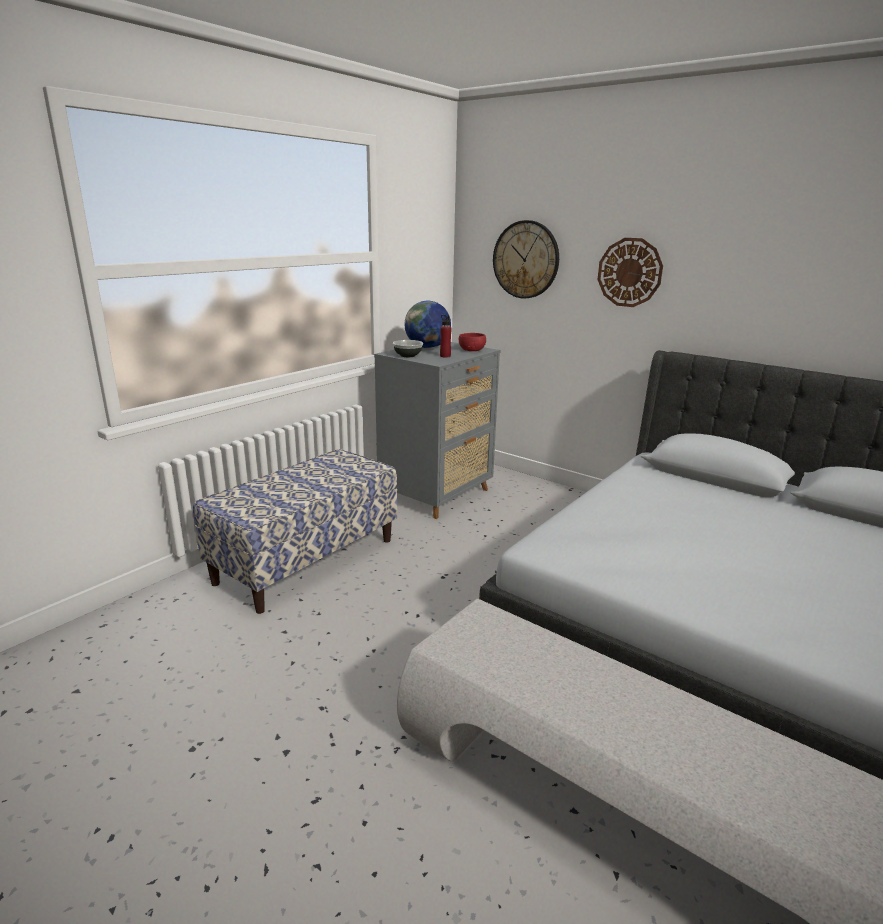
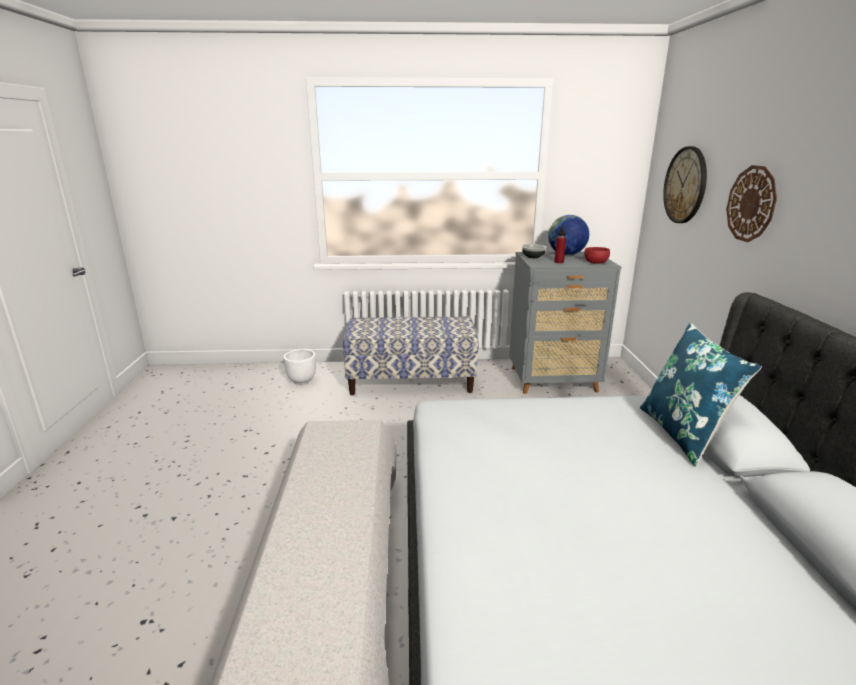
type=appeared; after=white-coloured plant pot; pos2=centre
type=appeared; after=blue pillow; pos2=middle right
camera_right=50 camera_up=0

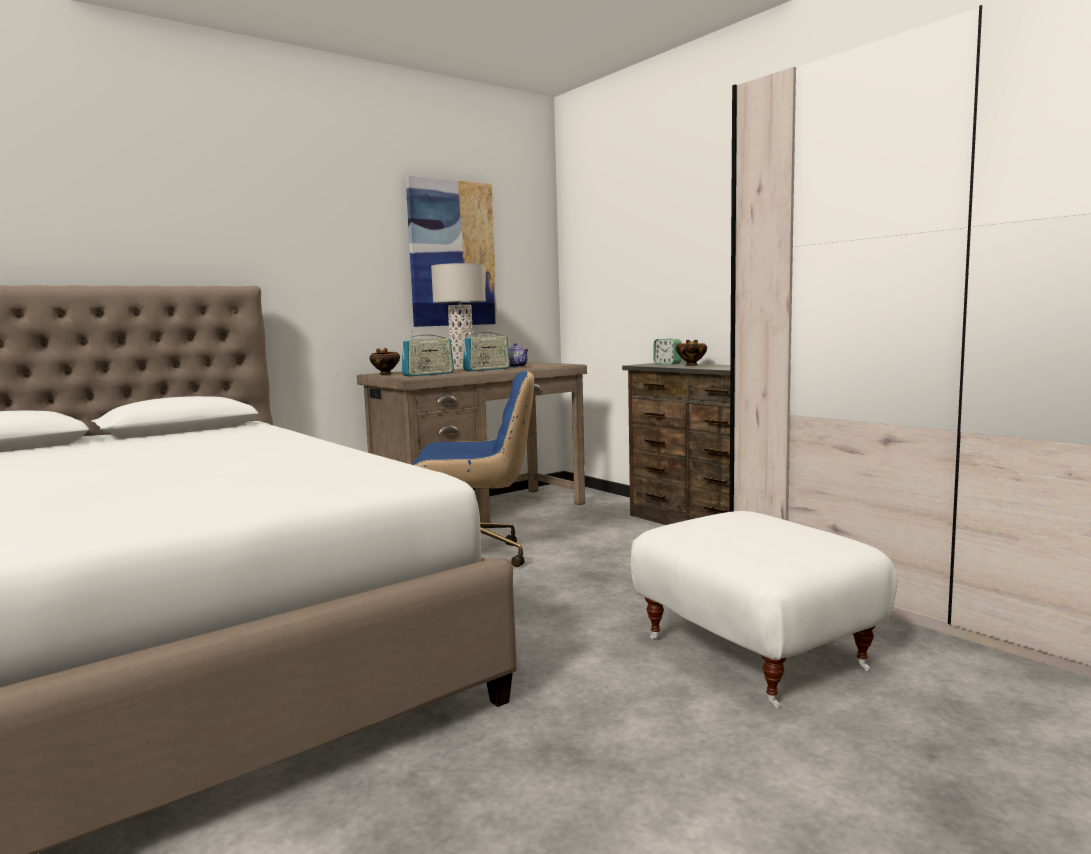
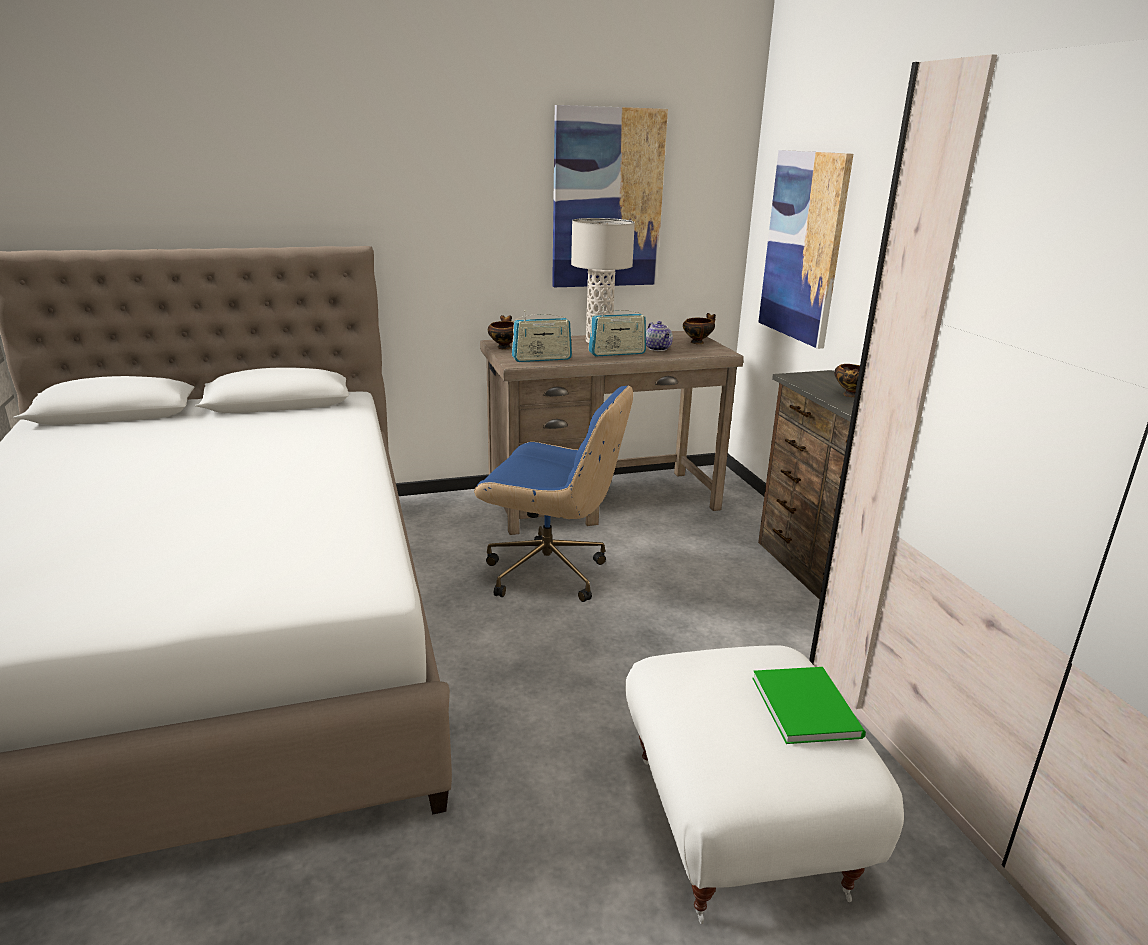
type=appeared; after=deep dish (no. 2 from left); pos2=centre
type=appeared; after=green book; pos2=bottom right
type=appeared; after=picture (no. 2 from left); pos2=top right
type=missing; before=table clock; pos1=centre
camera_right=20 camera_up=15

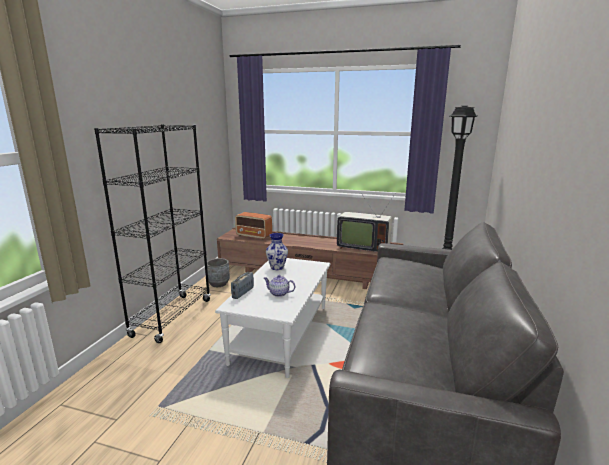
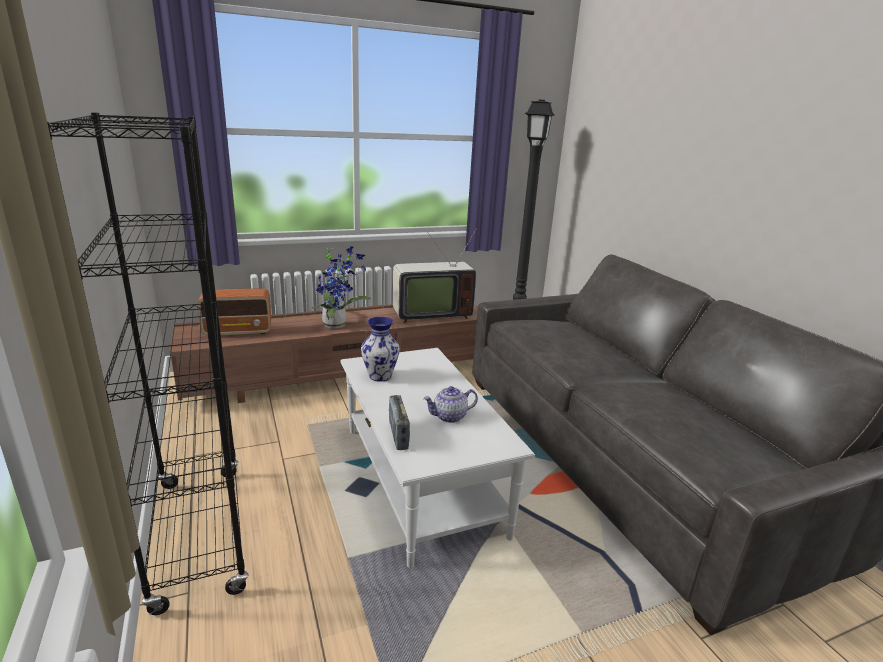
type=appeared; after=potted plant; pos2=centre
type=missing; before=gray plant pot; pos1=centre
camera_right=-40 camera_up=5

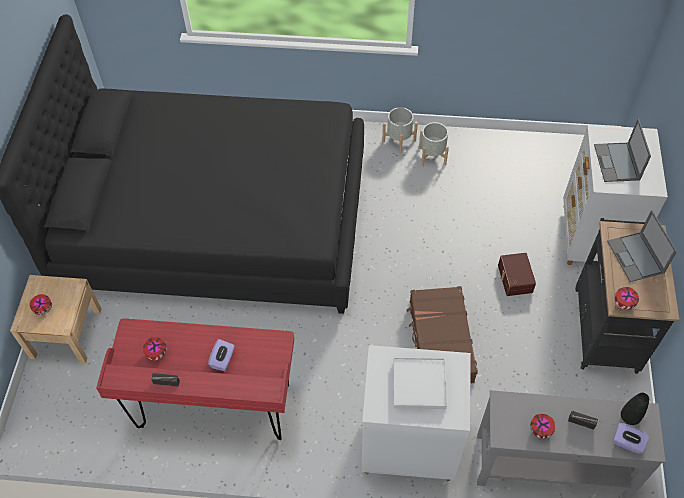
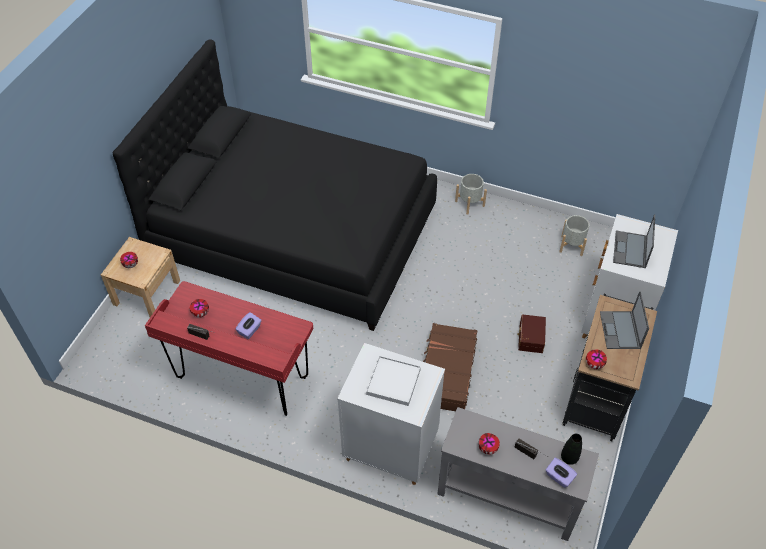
type=relocated; before=gray plant pot (no. 2 from left); pos1=top centre; pos2=middle right
camera_right=15 camera_up=-5

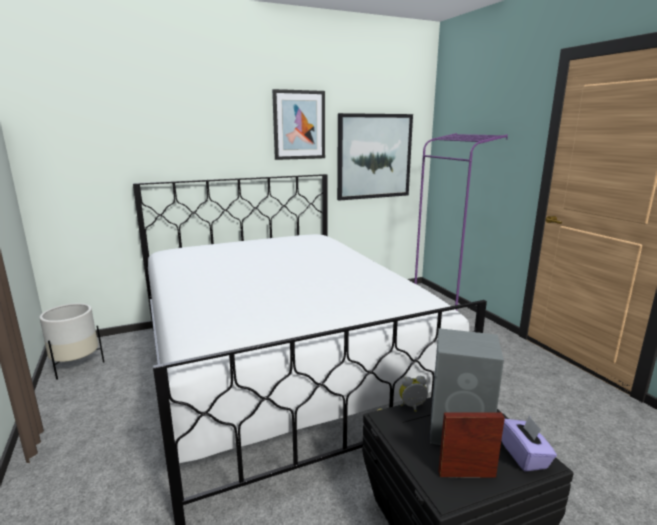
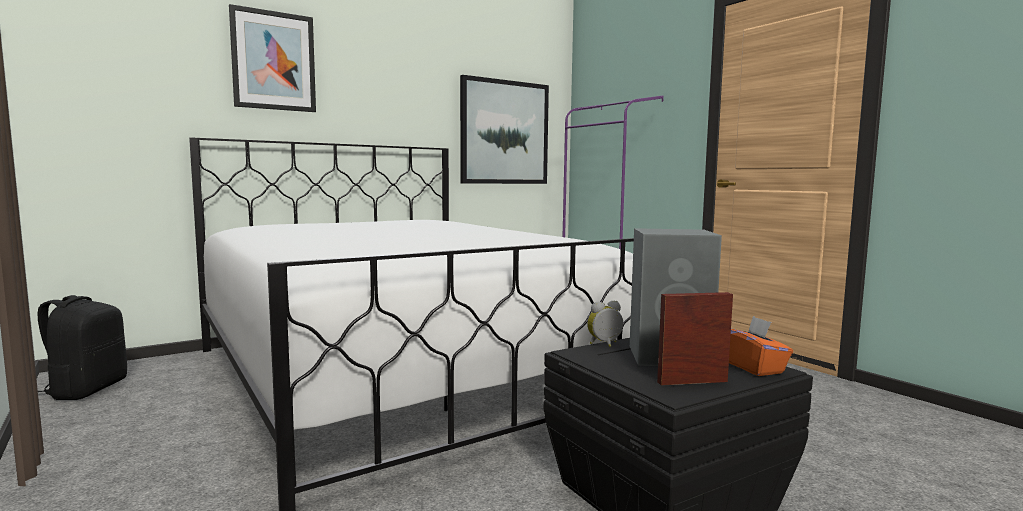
type=exchanged; before=white-coloured plant pot; after=blackish backpack; pos1=middle left; pos2=bottom left
type=relocated; before=picture (no. 1 from left); pos1=top centre; pos2=top left
type=colour; before=purple-coloured tissue holder; after=orange tissue holder; pos1=bottom right; pos2=bottom right
camera_right=-10 camera_up=-10

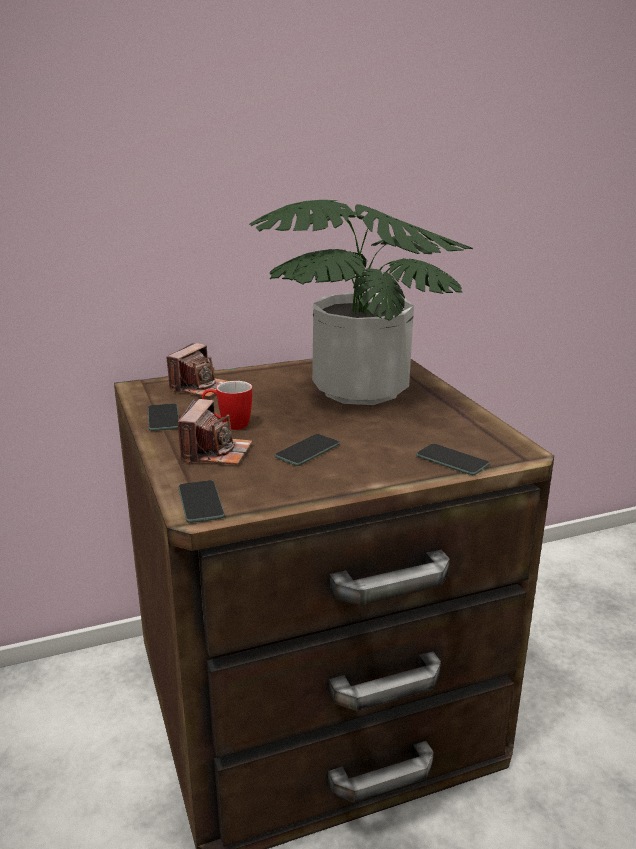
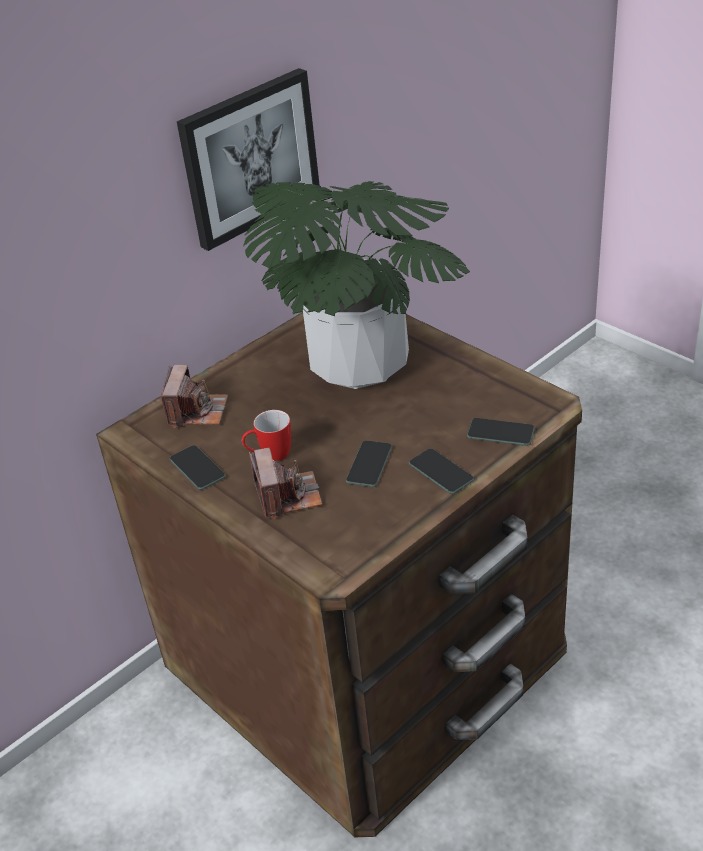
type=appeared; after=picture; pos2=top centre
type=relocated; before=telephone (no. 2 from left in the first image); after=telephone (no. 3 from left); pos1=middle left; pos2=centre
camera_right=-20 camera_up=15

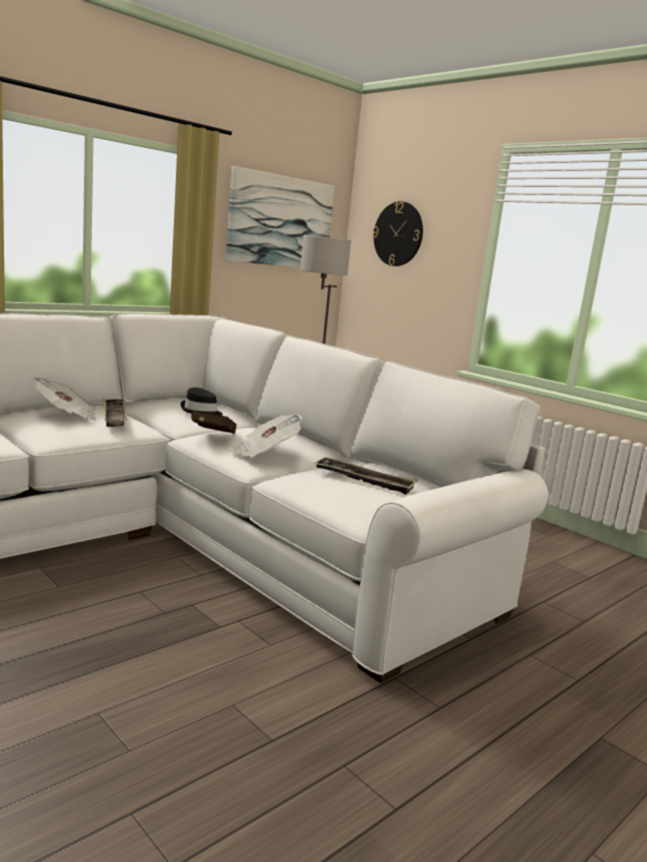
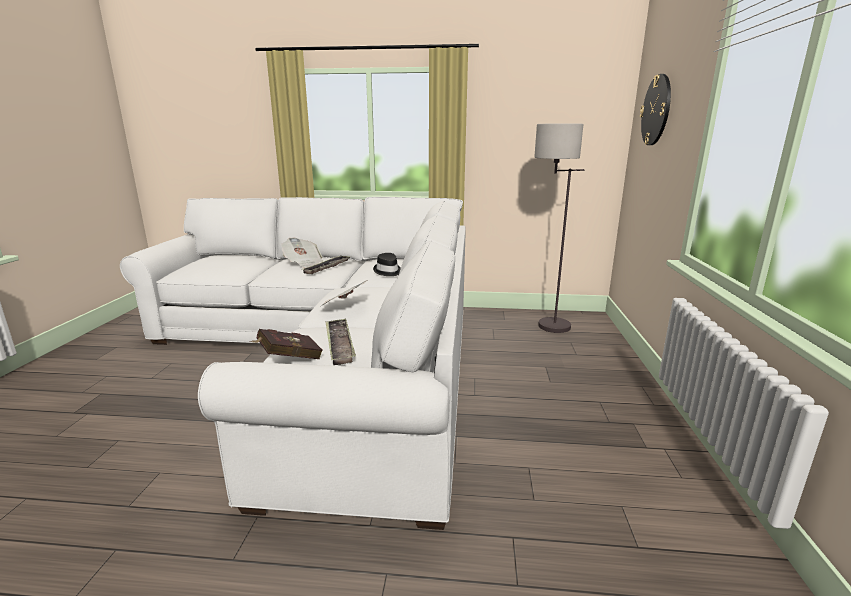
type=relocated; before=red-coloured book; pos1=middle left; pos2=centre
type=missing; before=picture; pos1=top centre
camera_right=50 camera_up=5

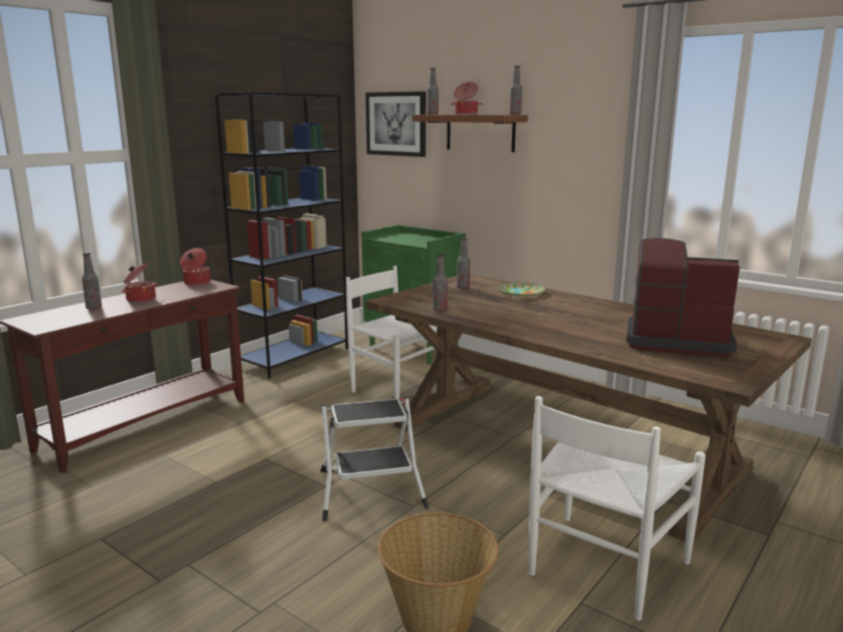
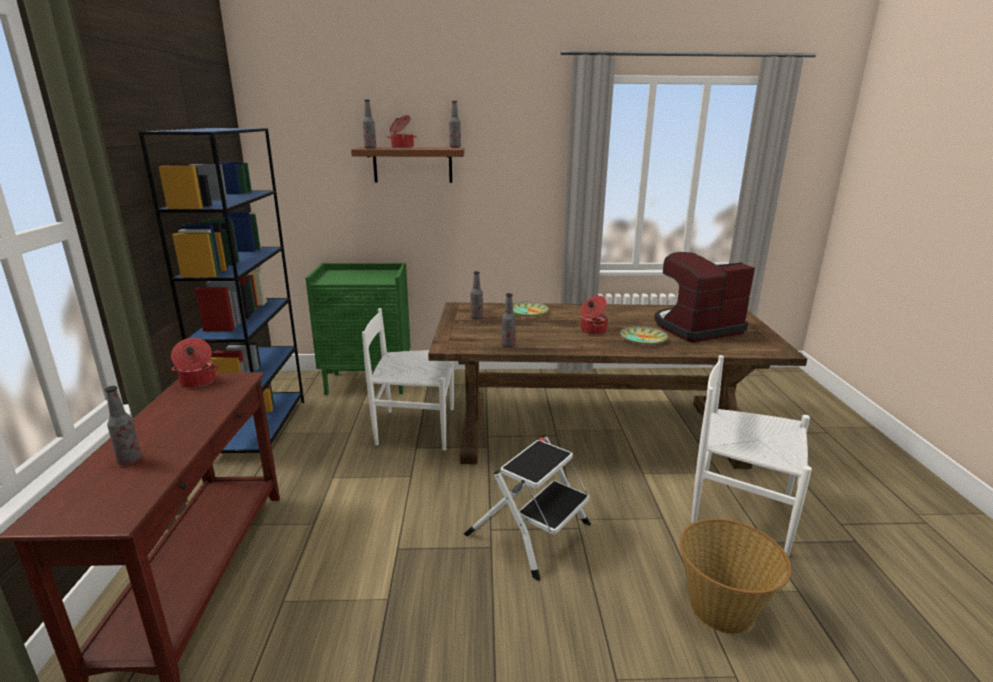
type=relocated; before=cooking pot (no. 1 from left in the first image); after=cooking pot (no. 3 from left); pos1=middle left; pos2=centre
type=appeared; after=flat dish (no. 2 from left); pos2=centre
type=spun; before=white-coloured chair (no. 2 from left); pos1=bottom right; pos2=bottom right; turn=120
type=missing; before=picture; pos1=top centre
camera_right=-40 camera_up=5

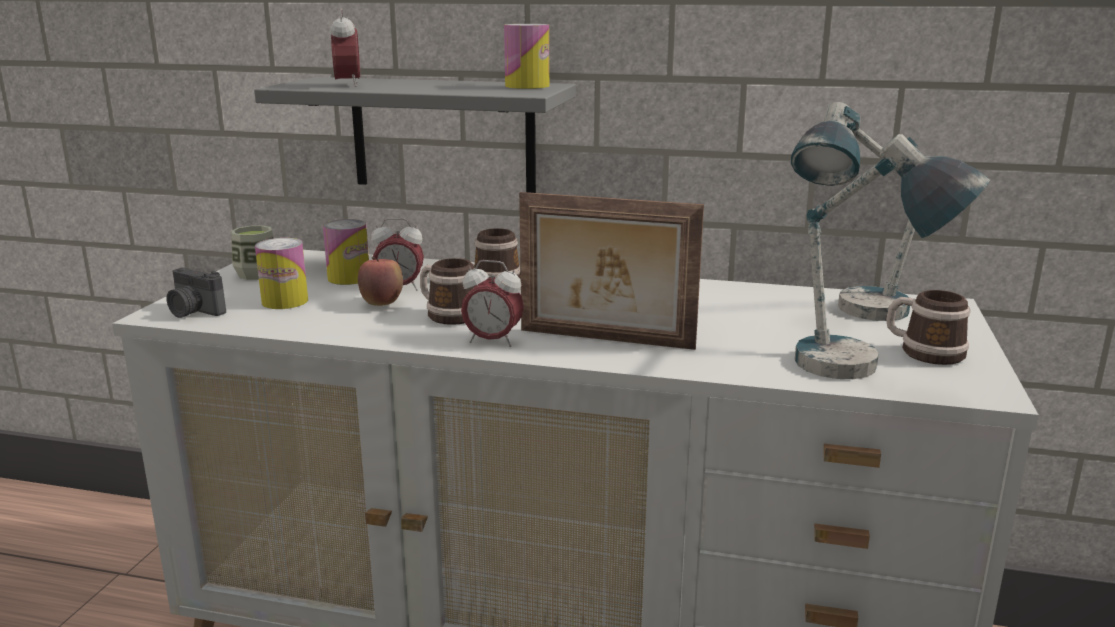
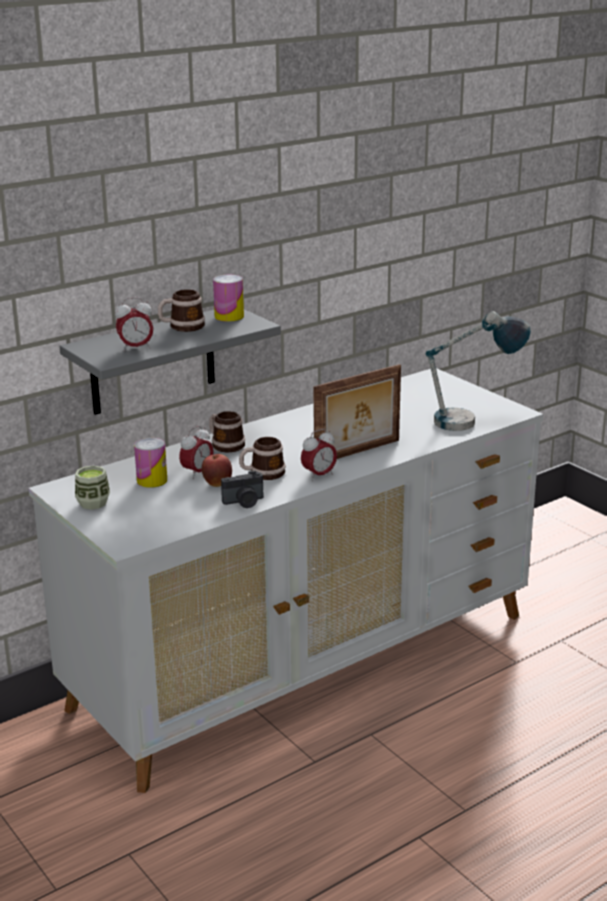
type=spun; before=table clock (no. 1 from left); pos1=top left; pos2=middle left; turn=135
type=relocated; before=coffee mug (no. 3 from left in the first image); after=coffee mug (no. 1 from left); pos1=middle right; pos2=middle left
type=relocated; before=still camera; pos1=middle left; pos2=centre
type=missing; before=can (no. 1 from left); pos1=middle left
type=missing; before=table lamp (no. 1 from left); pos1=middle right
camera_right=-50 camera_up=5

